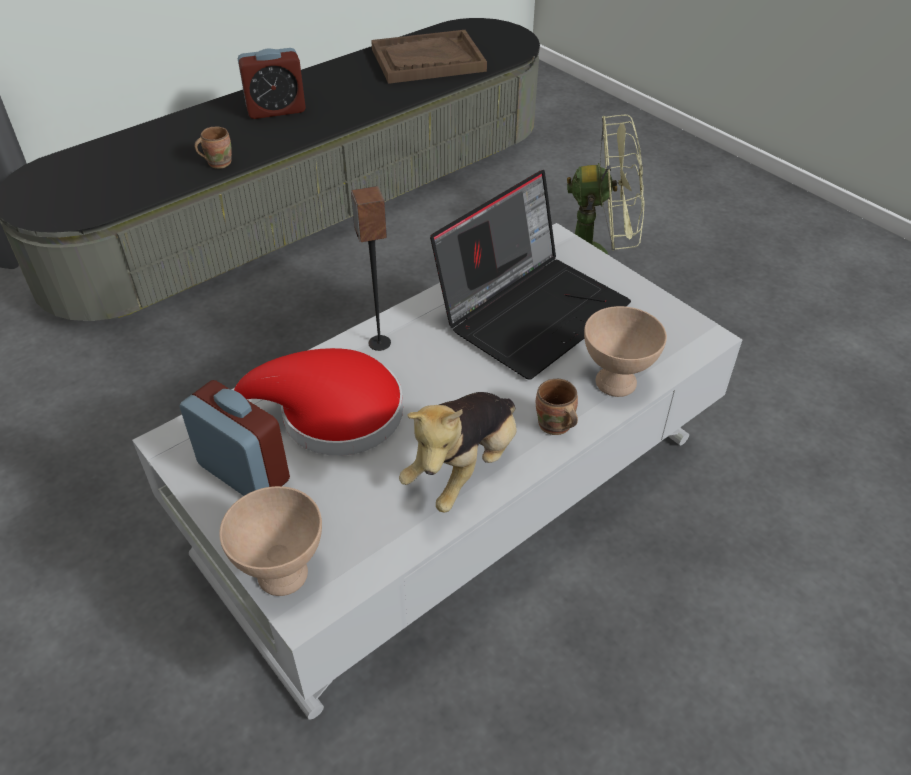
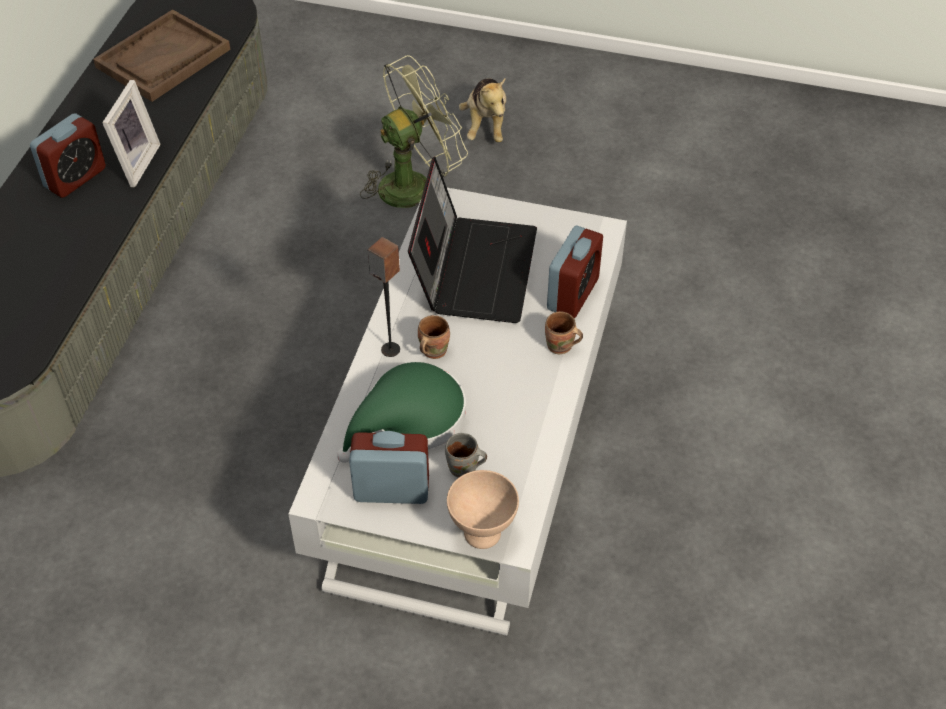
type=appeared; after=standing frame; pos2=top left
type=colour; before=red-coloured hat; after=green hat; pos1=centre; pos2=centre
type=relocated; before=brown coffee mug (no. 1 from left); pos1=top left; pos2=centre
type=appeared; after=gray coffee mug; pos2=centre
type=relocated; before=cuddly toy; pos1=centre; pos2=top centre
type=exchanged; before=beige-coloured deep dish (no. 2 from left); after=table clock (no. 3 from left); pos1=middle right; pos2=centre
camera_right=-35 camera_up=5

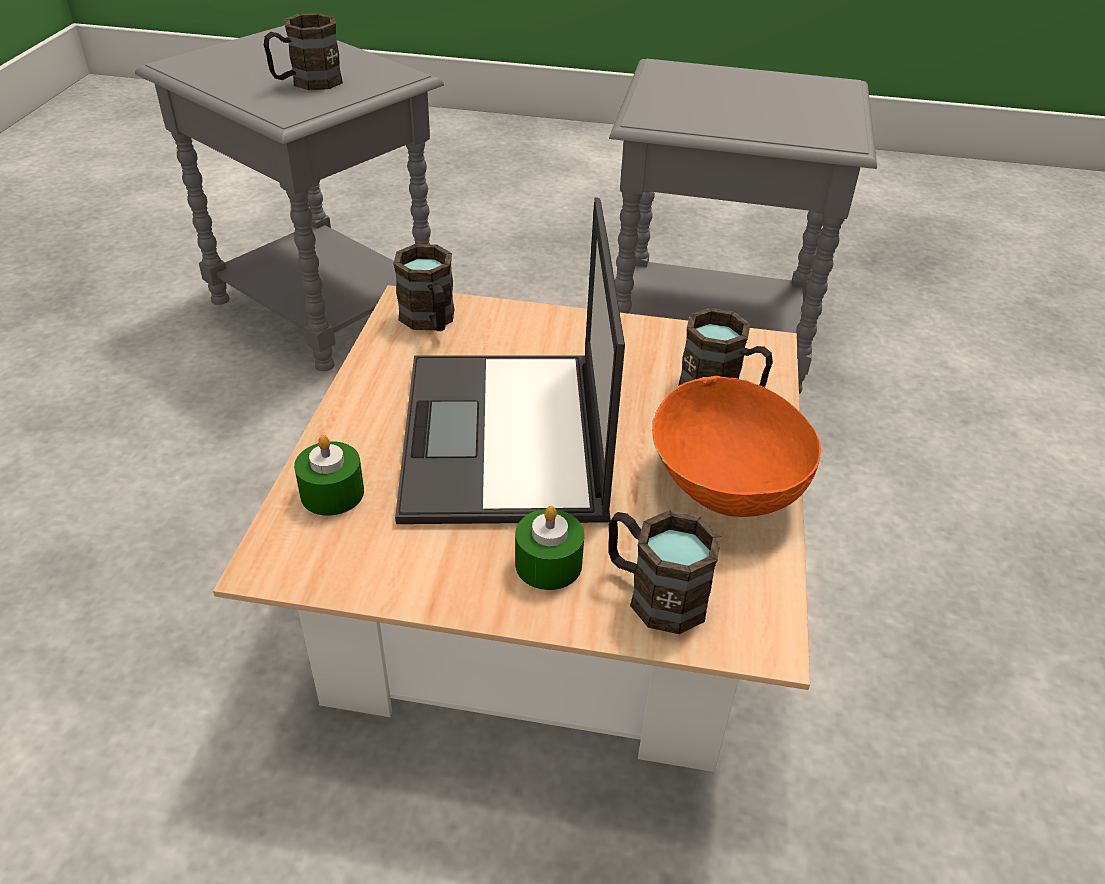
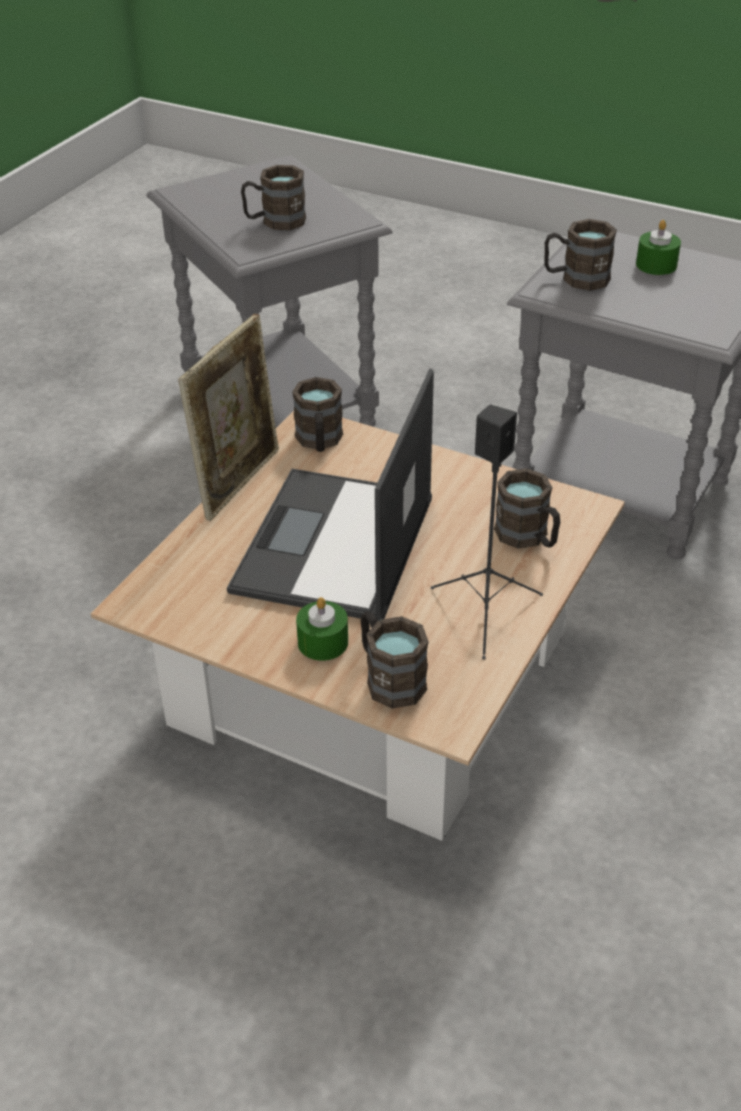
type=appeared; after=standing frame; pos2=middle left
type=exchanged; before=orange deep dish; after=blackish loudspeaker; pos1=centre; pos2=centre
type=appeared; after=brown coffee mug (no. 5 from left); pos2=top right
type=relocated; before=green wax candle (no. 1 from left in the first image); after=green wax candle (no. 2 from left); pos1=middle left; pos2=top right
camera_right=20 camera_up=0

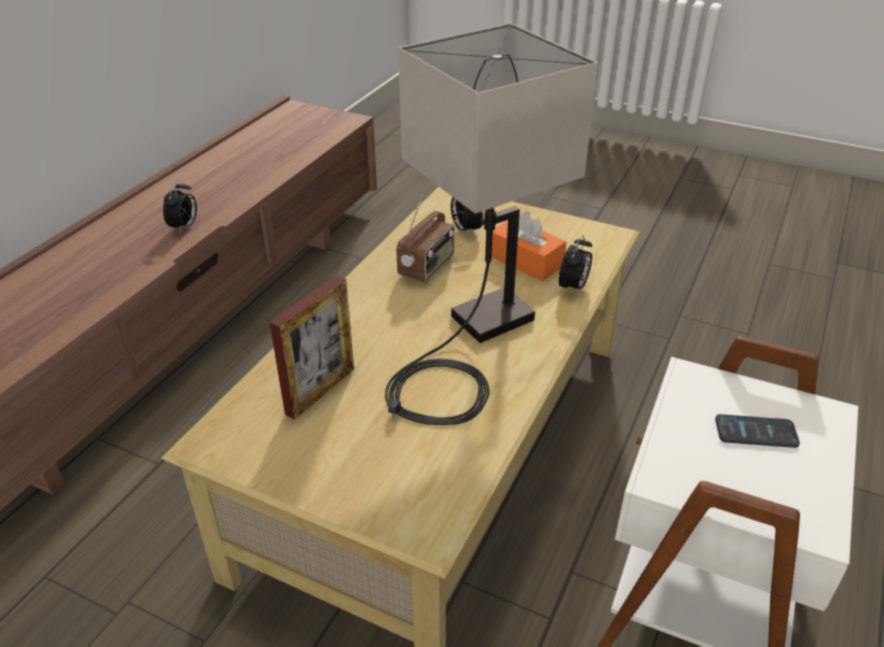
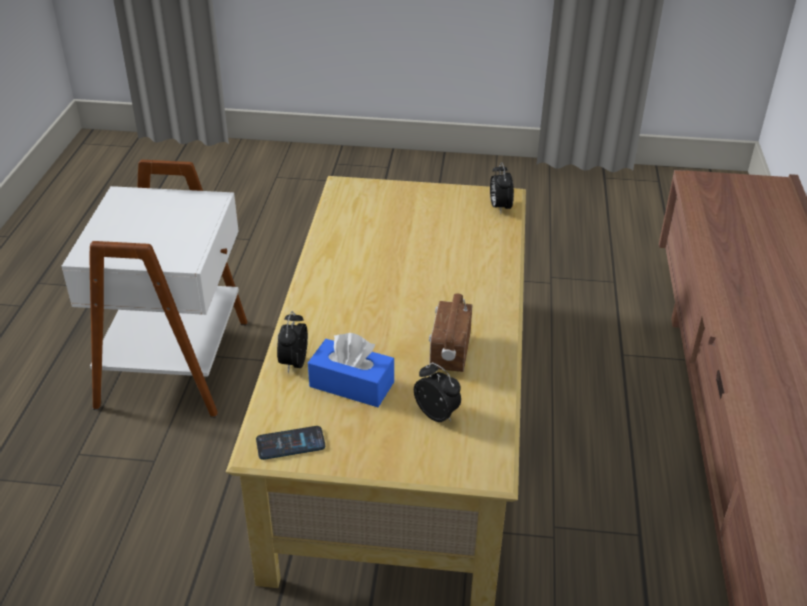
type=relocated; before=telephone; pos1=middle right; pos2=bottom centre
type=colour; before=orange tissue holder; after=blue tissue holder; pos1=centre; pos2=centre
type=relocated; before=table clock (no. 1 from left in the first image); after=table clock (no. 3 from left); pos1=top left; pos2=top centre
type=missing; before=standing frame; pos1=centre
type=missing; before=table lamp; pos1=centre
camera_right=160 camera_up=0

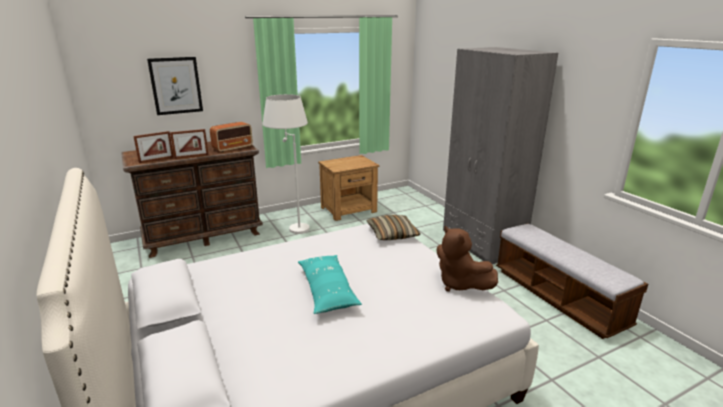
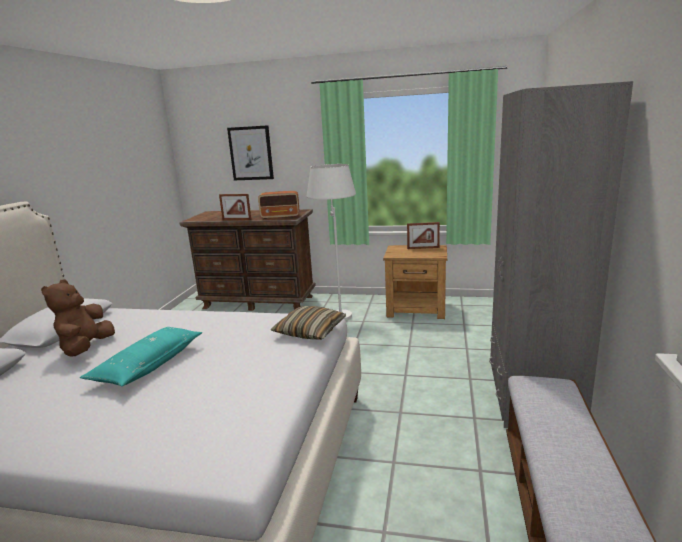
type=relocated; before=brown cuddly toy; pos1=centre; pos2=middle left
type=relocated; before=standing frame (no. 1 from left in the first image); after=standing frame (no. 2 from left); pos1=middle left; pos2=centre
camera_right=40 camera_up=-5

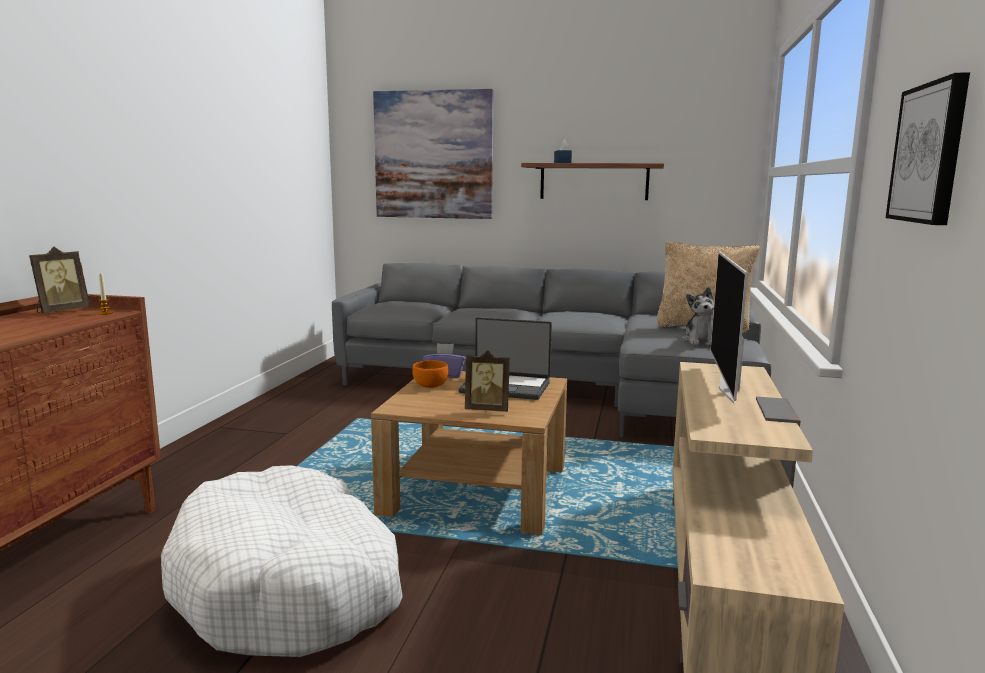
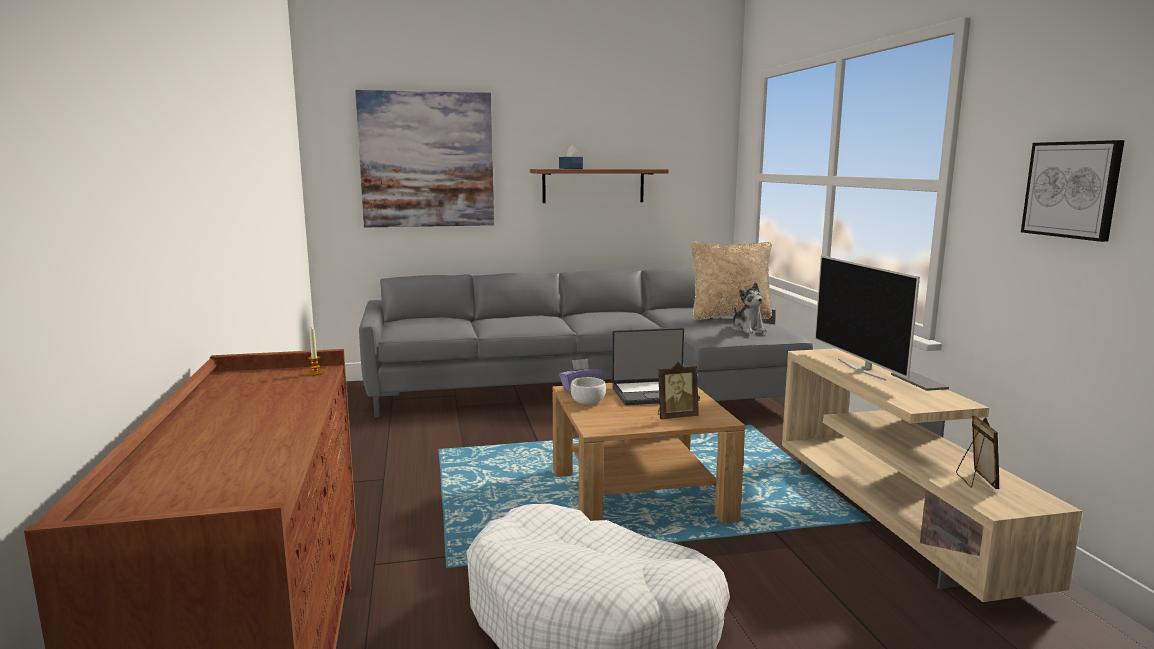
type=colour; before=orange deep dish; after=white-coloured deep dish; pos1=centre; pos2=centre
type=relocated; before=standing frame (no. 1 from left in the first image); after=standing frame (no. 2 from left); pos1=middle left; pos2=bottom right
camera_right=-25 camera_up=0

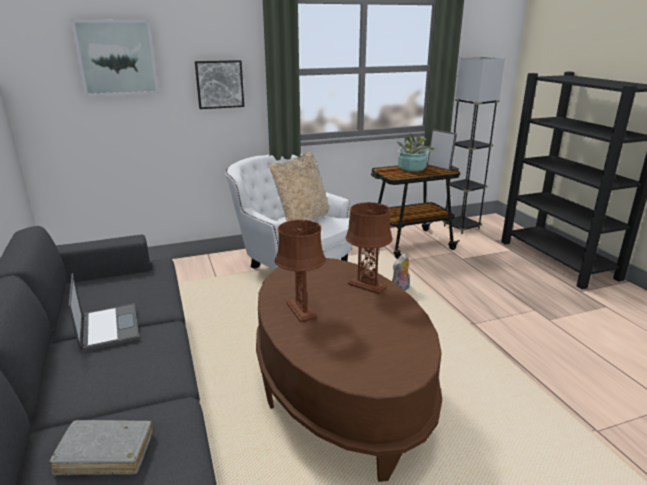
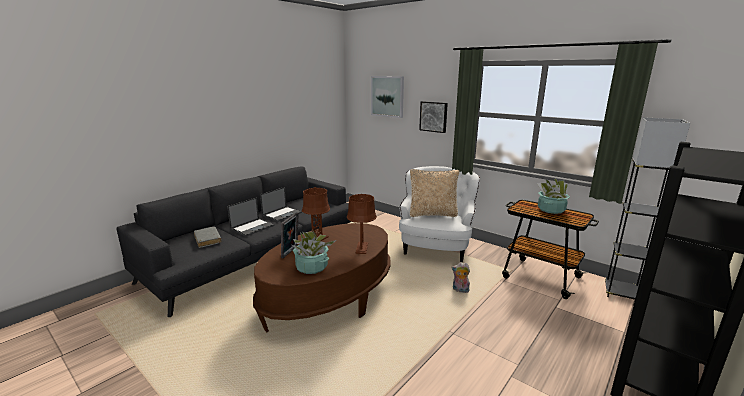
type=appeared; after=laptop (no. 1 from left); pos2=centre
type=relocated; before=standing frame; pos1=top right; pos2=centre
type=appeared; after=potted plant (no. 1 from left); pos2=centre
camera_right=60 camera_up=-5

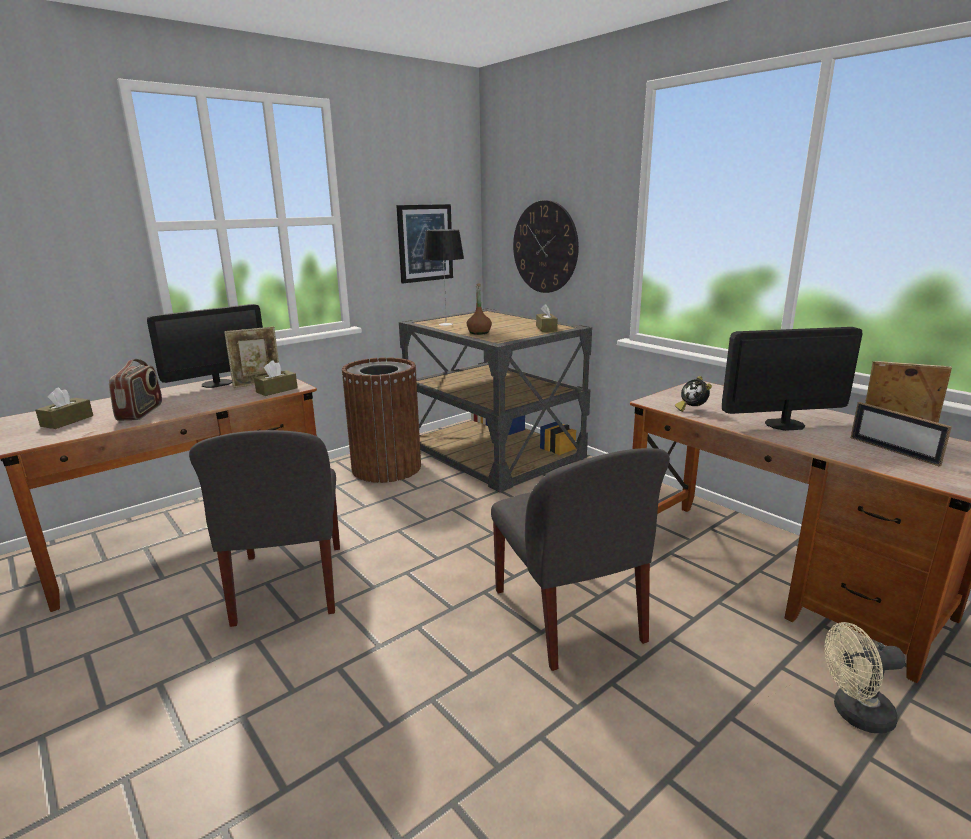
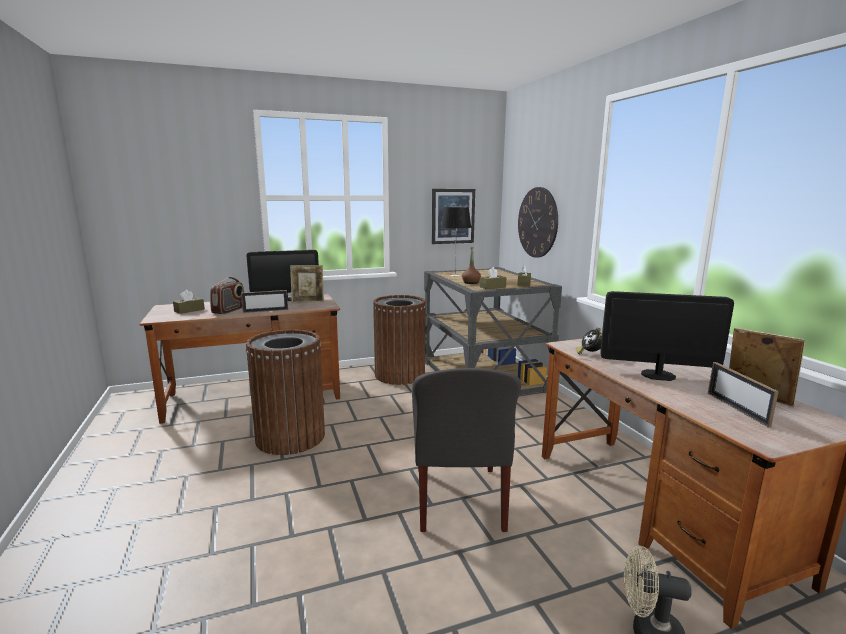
type=appeared; after=standing frame (no. 1 from left); pos2=middle left
type=exchanged; before=gray chair (no. 1 from left); after=brown rubbish bin (no. 1 from left); pos1=middle left; pos2=centre
type=relocated; before=brown tissue holder (no. 2 from left); pos1=middle left; pos2=centre
camera_right=20 camera_up=-5

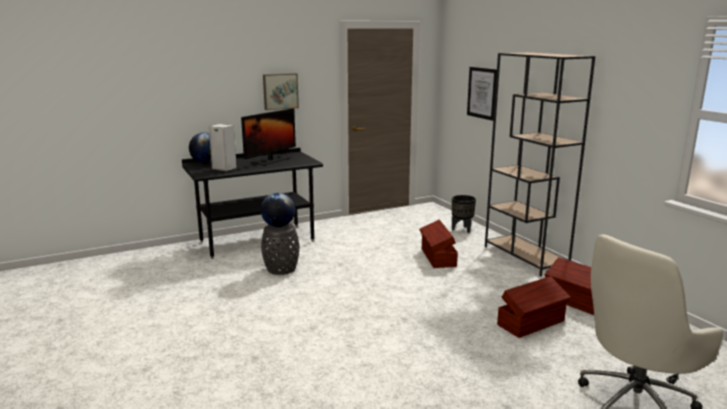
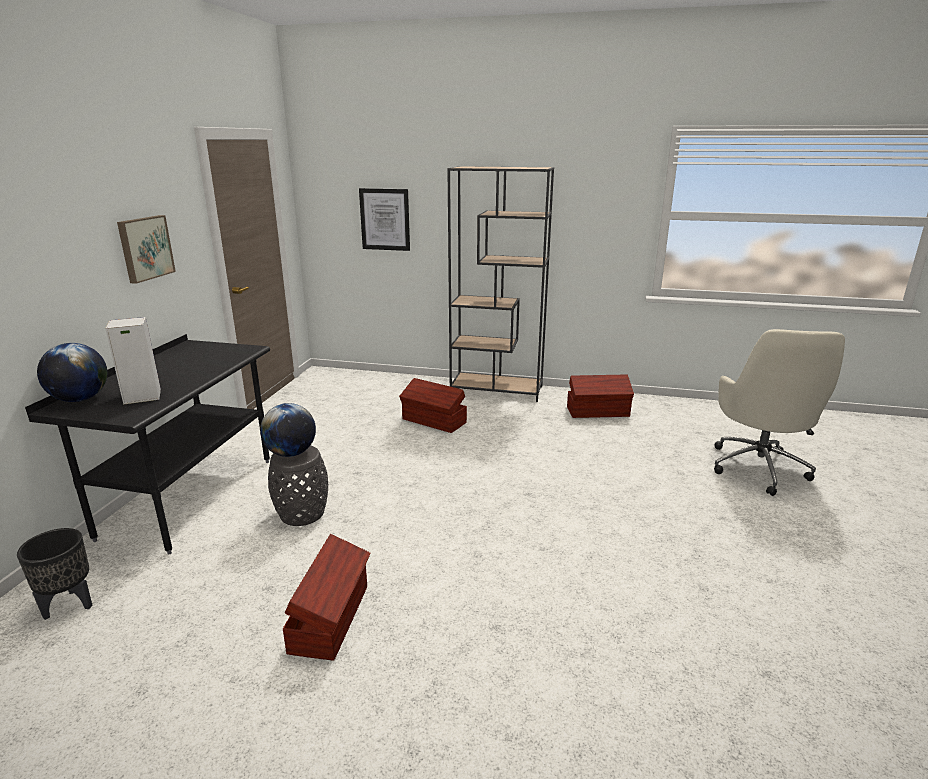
type=relocated; before=blackish plant pot; pos1=centre; pos2=bottom left
type=relocated; before=brown storage box (no. 2 from left in the first image); after=brown storage box (no. 1 from left); pos1=bottom right; pos2=bottom centre
type=missing; before=monitor; pos1=top centre
camera_right=-50 camera_up=5

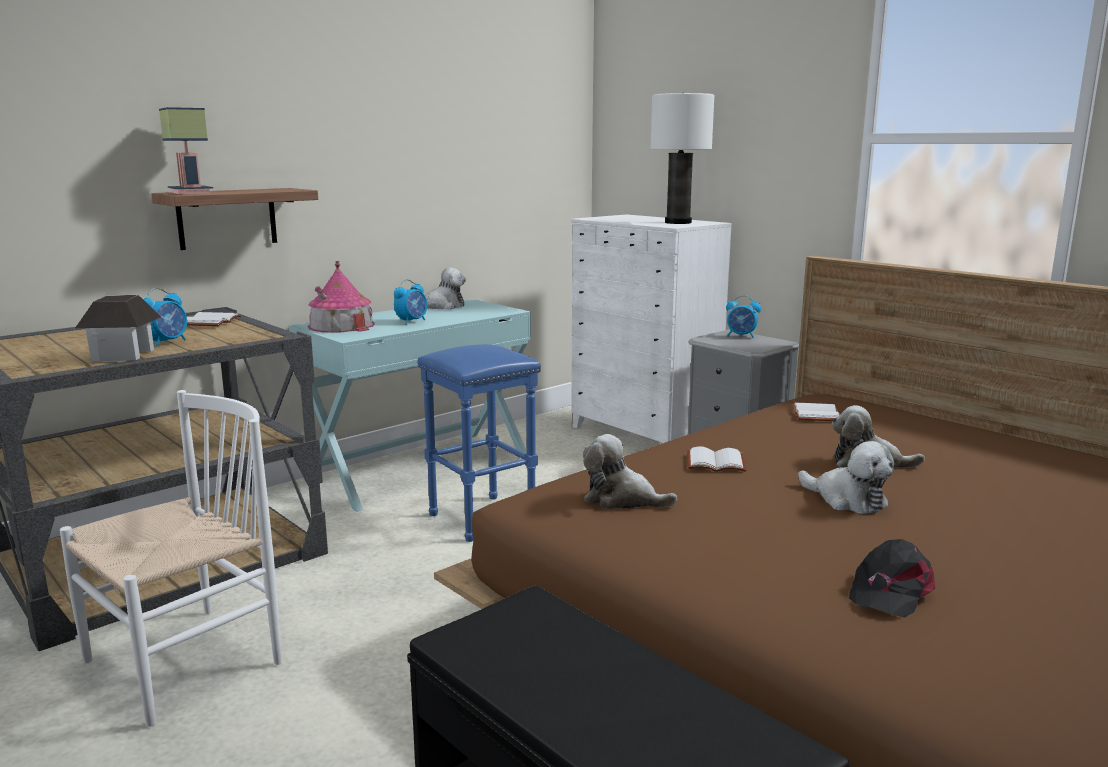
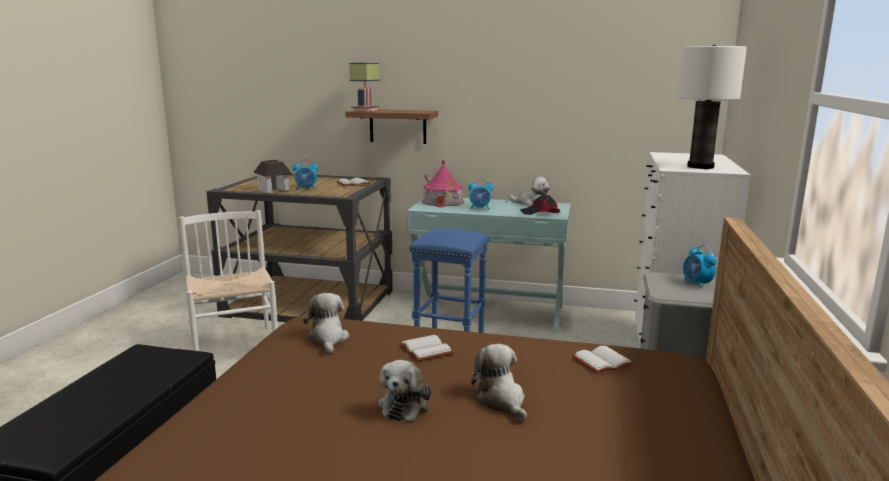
type=spun; before=white-coloured chair; pos1=bottom left; pos2=middle left; turn=-120
type=relocated; before=blackish cap; pos1=bottom right; pos2=centre
camera_right=55 camera_up=0

